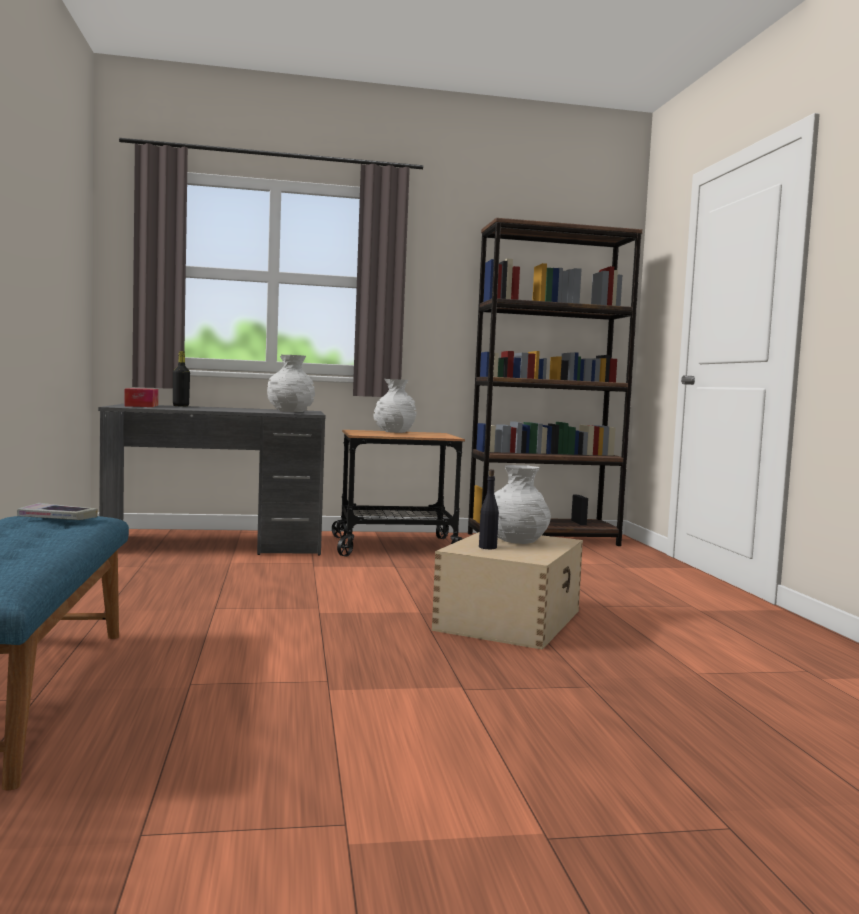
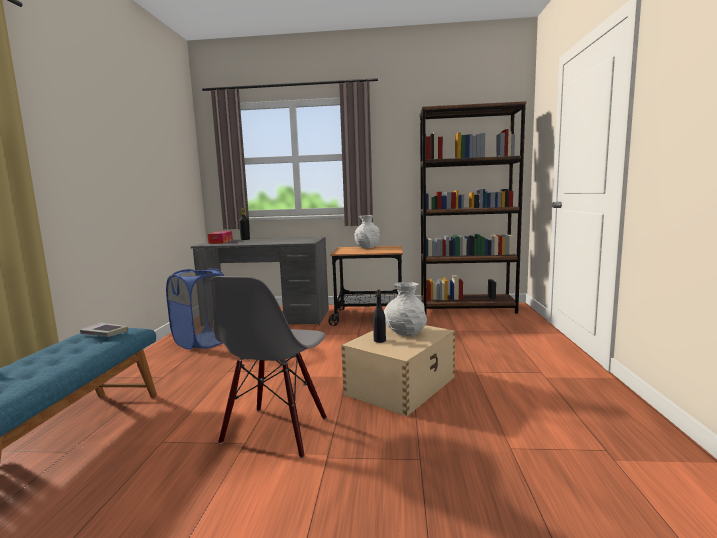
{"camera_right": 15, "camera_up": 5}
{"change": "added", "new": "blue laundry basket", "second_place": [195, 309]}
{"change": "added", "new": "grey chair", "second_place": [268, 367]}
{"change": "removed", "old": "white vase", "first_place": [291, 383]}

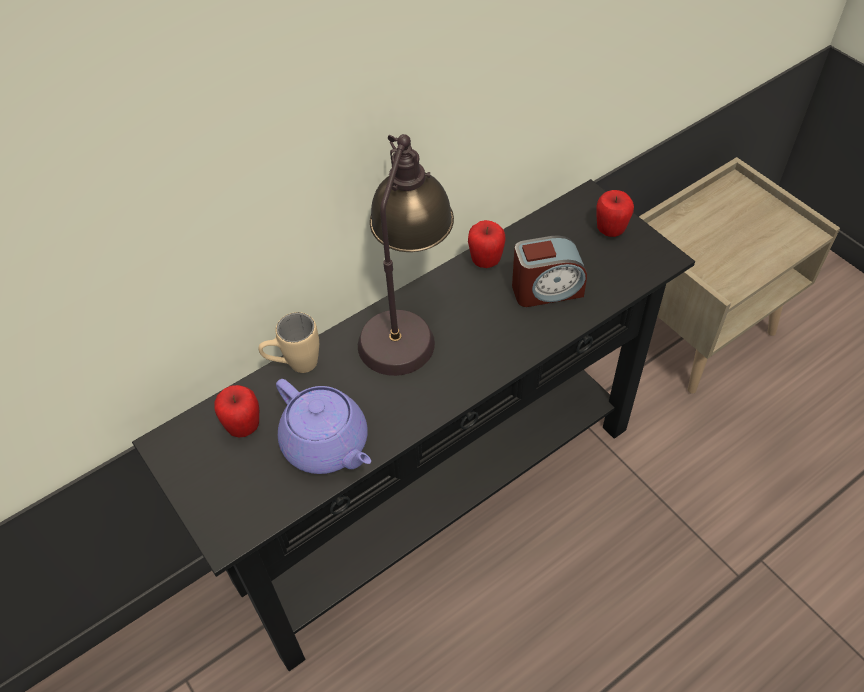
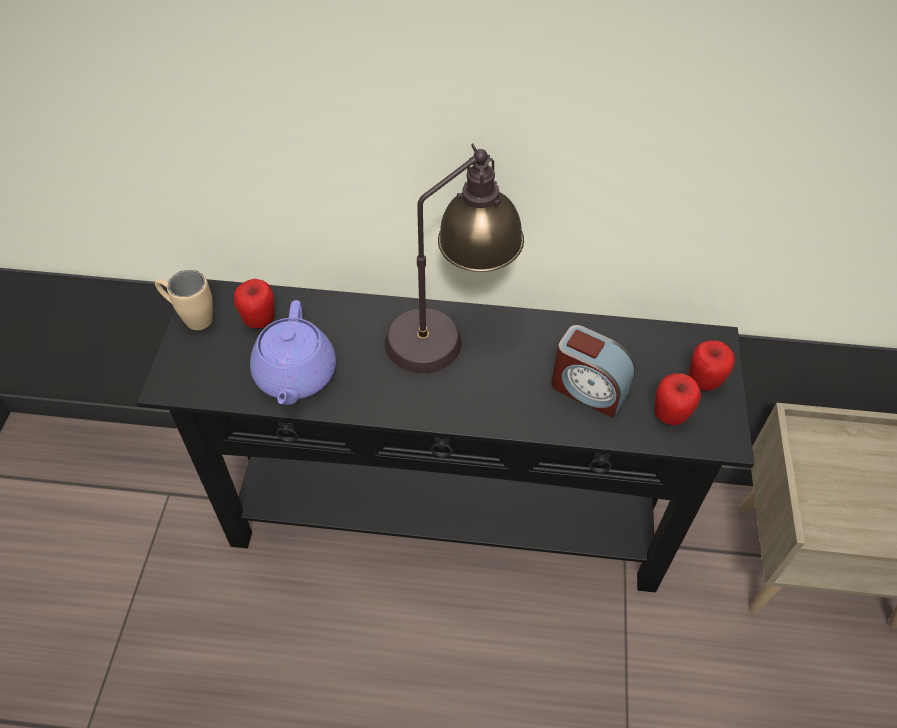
{"camera_right": 40, "camera_up": 0}
{"change": "moved", "old": "beige mug", "first_place": [288, 342], "second_place": [184, 300]}
{"change": "moved", "old": "apple", "first_place": [487, 244], "second_place": [677, 399]}

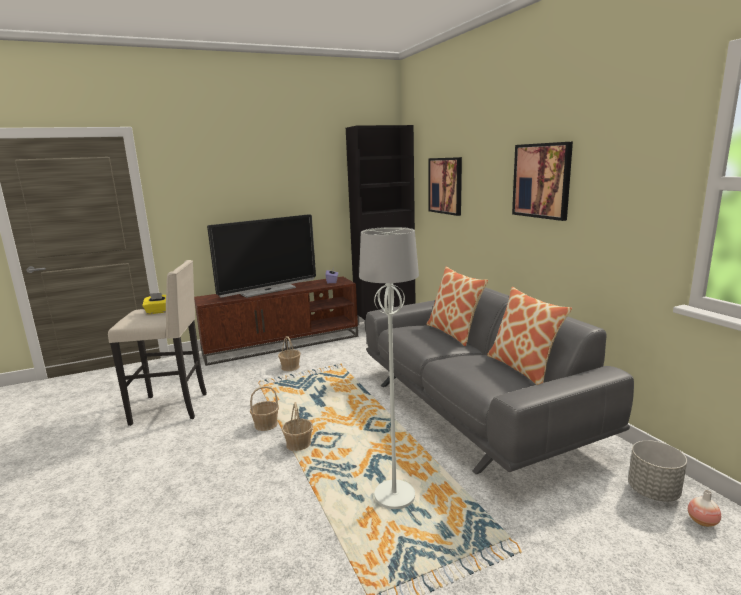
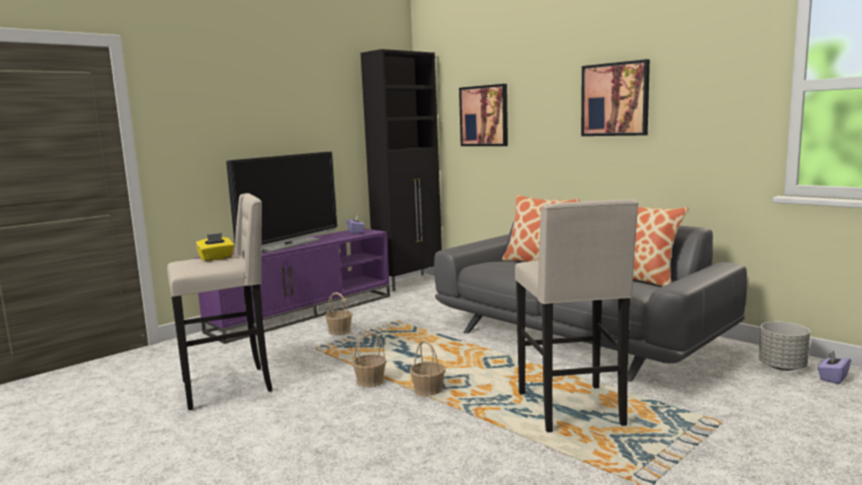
{"camera_right": -20, "camera_up": -5}
{"change": "recoloured", "old": "brown tv stand", "new": "purple tv stand", "first_place": [276, 321], "second_place": [292, 286]}
{"change": "replaced", "old": "white floor lamp", "new": "beige stool", "first_place": [389, 368], "second_place": [577, 316]}
{"change": "replaced", "old": "vase", "new": "purple tissue box", "first_place": [704, 508], "second_place": [834, 367]}

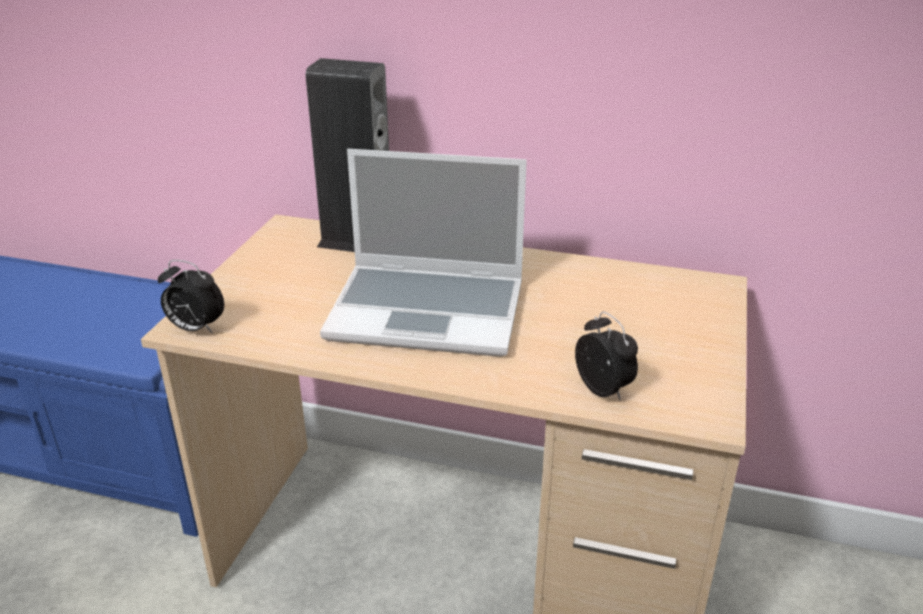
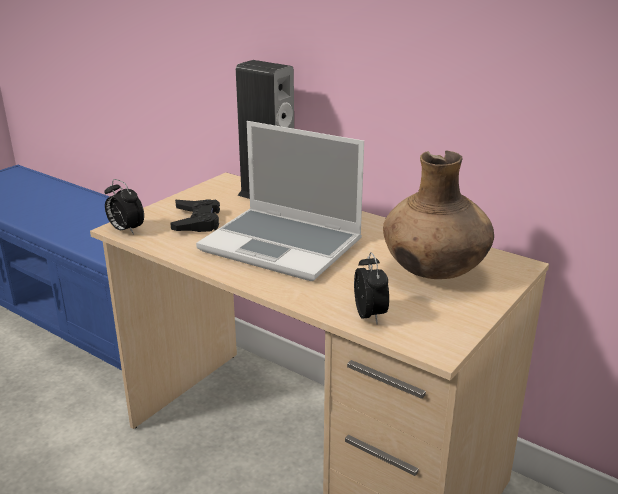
{"camera_right": 20, "camera_up": -5}
{"change": "added", "new": "black game controller", "second_place": [195, 215]}
{"change": "added", "new": "brown vase", "second_place": [438, 214]}

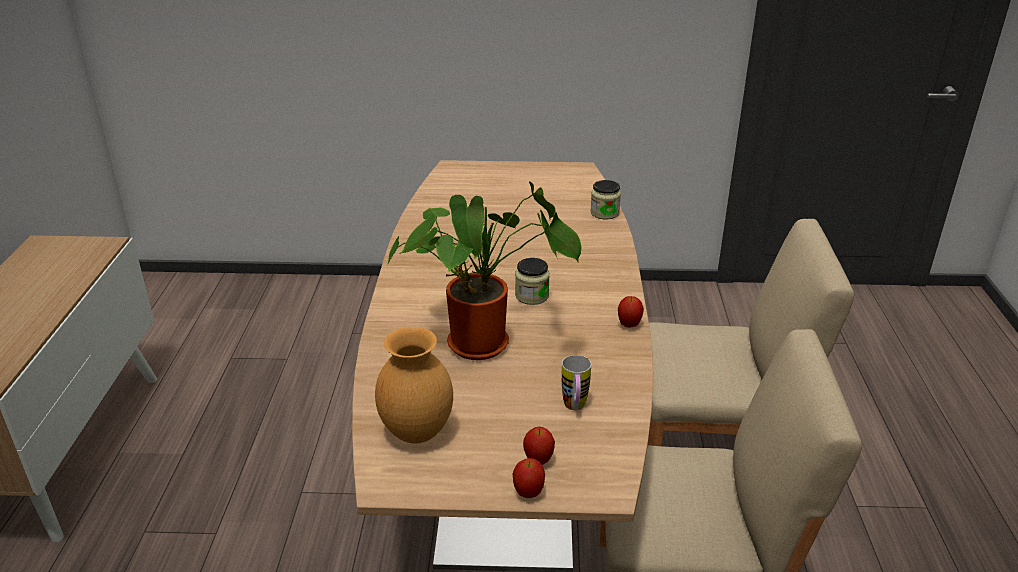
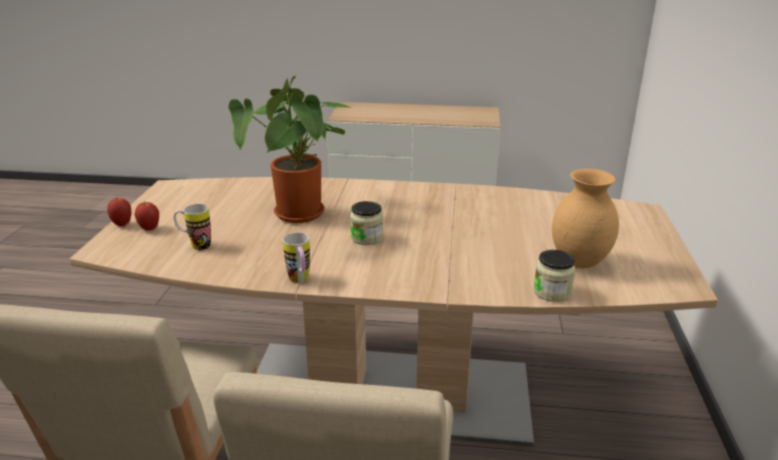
{"camera_right": 95, "camera_up": -5}
{"change": "replaced", "old": "apple", "new": "mug", "first_place": [631, 312], "second_place": [296, 258]}
{"change": "moved", "old": "brown vase", "first_place": [414, 385], "second_place": [585, 218]}

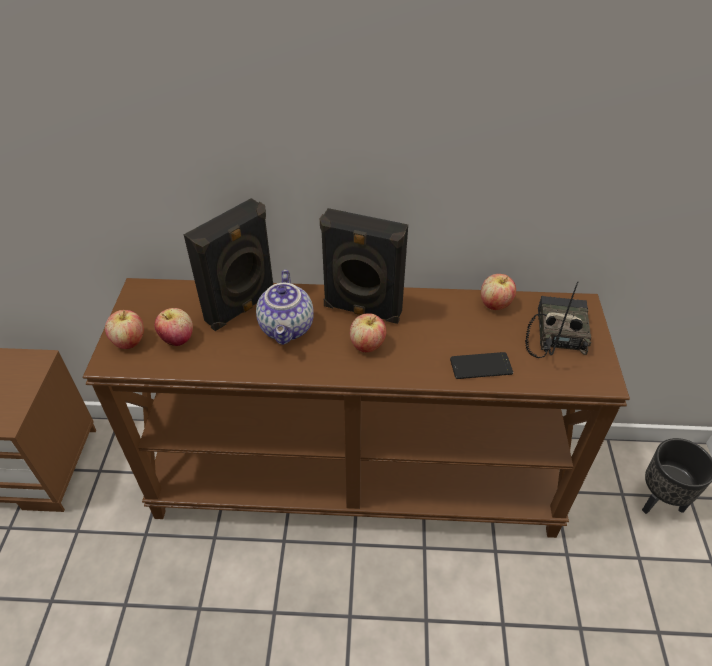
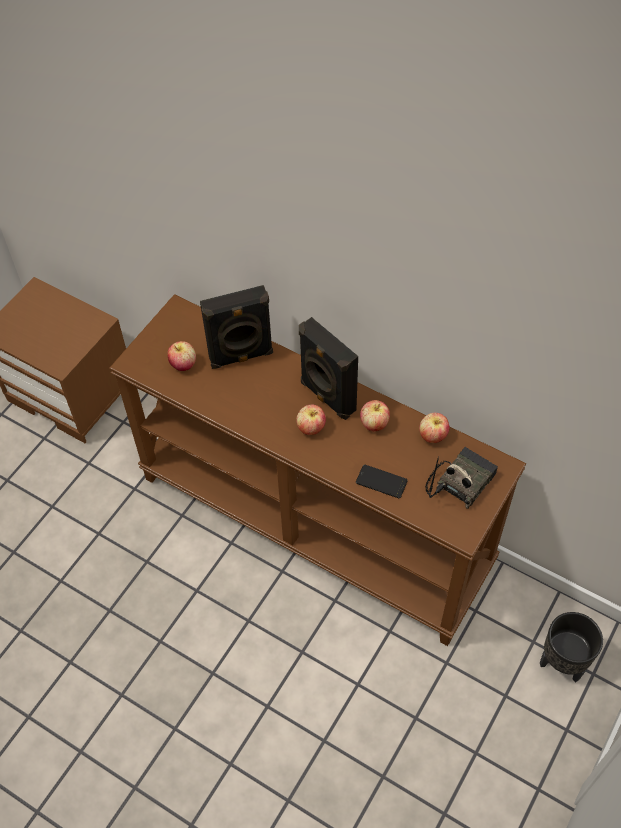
{"camera_right": 30, "camera_up": 10}
{"change": "moved", "old": "apple", "first_place": [124, 329], "second_place": [375, 415]}
{"change": "removed", "old": "teapot", "first_place": [285, 307]}

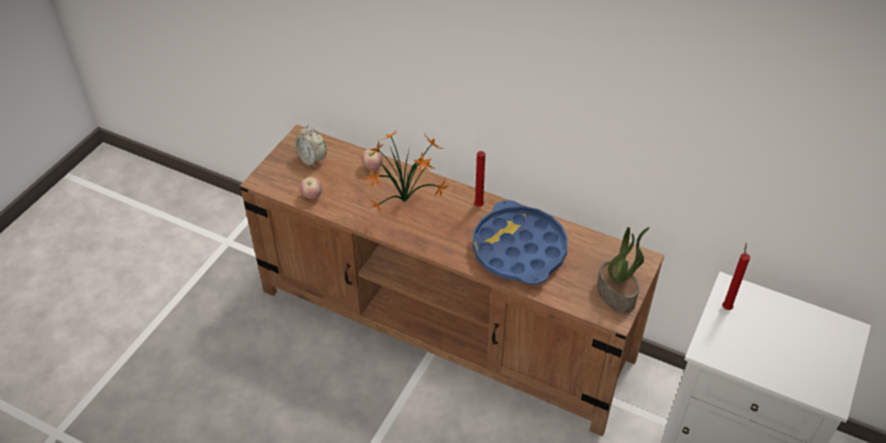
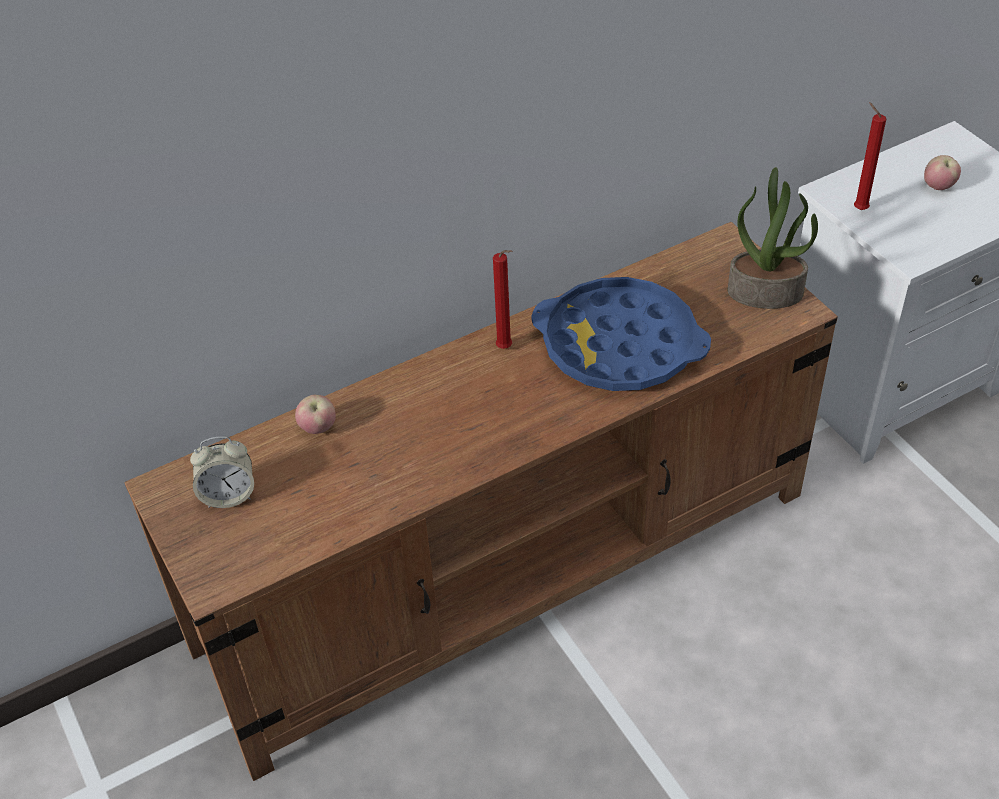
{"camera_right": -55, "camera_up": 0}
{"change": "moved", "old": "apple", "first_place": [311, 188], "second_place": [942, 172]}
{"change": "removed", "old": "potted plant", "first_place": [407, 172]}

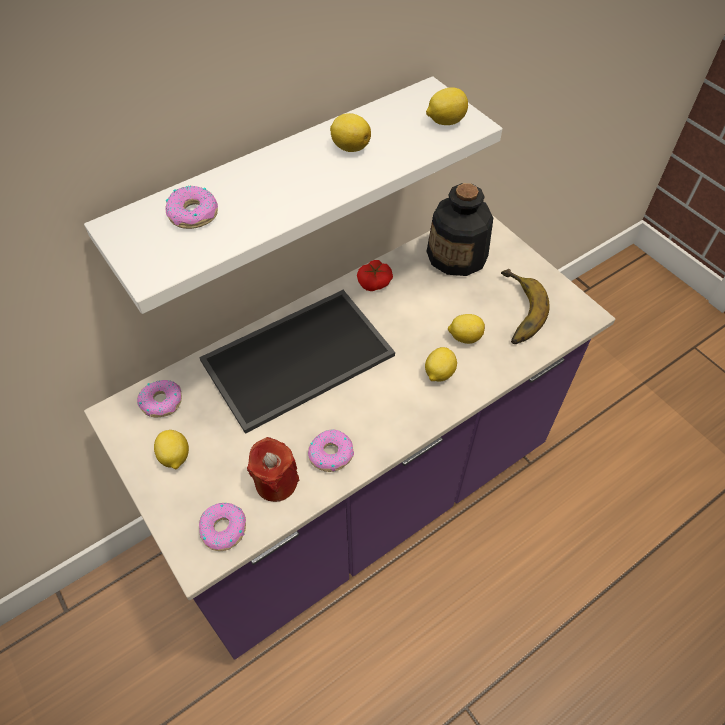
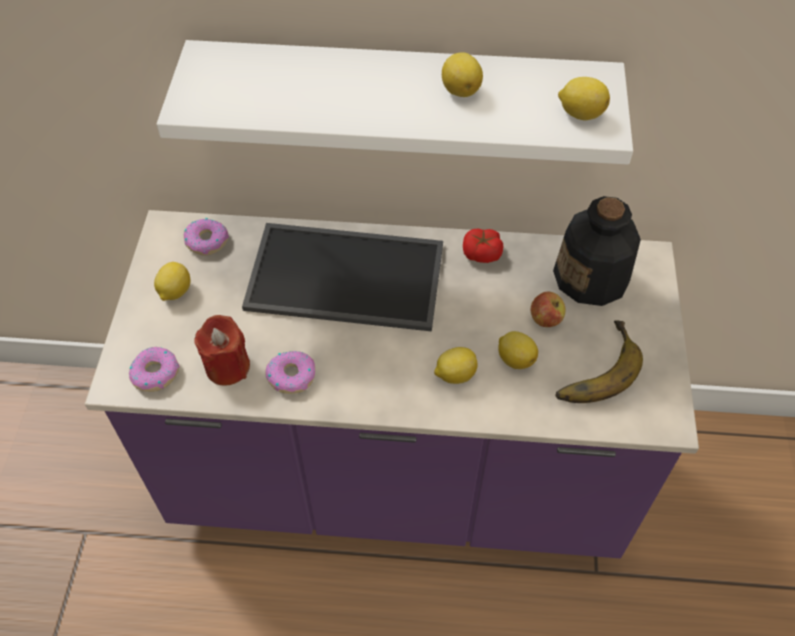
{"camera_right": 40, "camera_up": 0}
{"change": "added", "new": "apple", "second_place": [548, 309]}
{"change": "removed", "old": "donut", "first_place": [191, 207]}

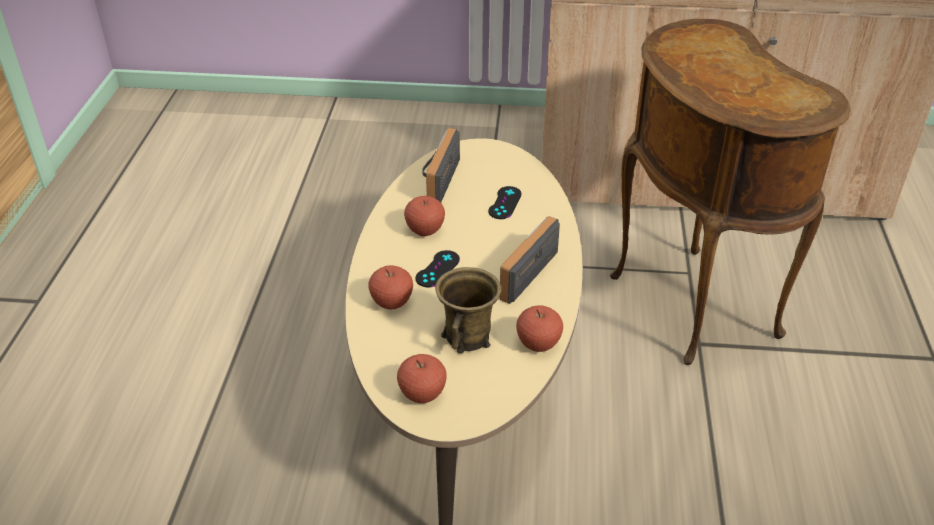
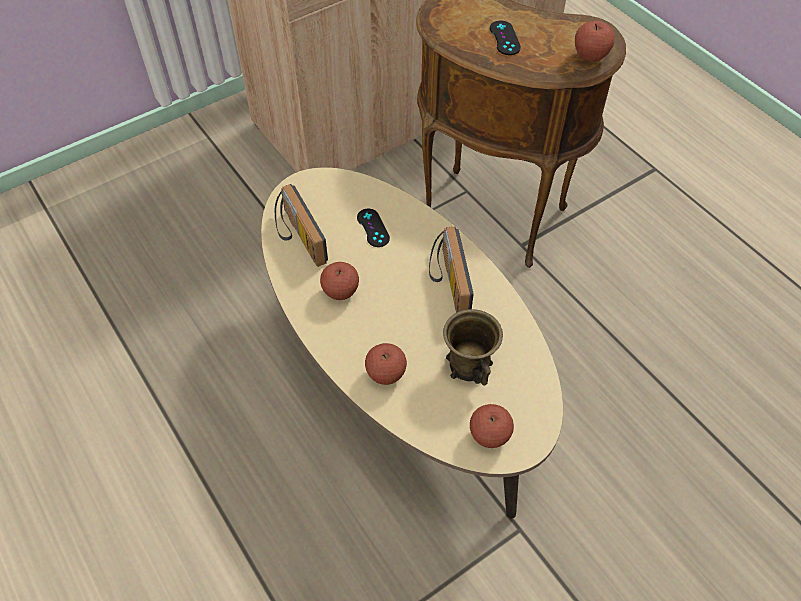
{"camera_right": -40, "camera_up": 15}
{"change": "moved", "old": "black game controller", "first_place": [438, 269], "second_place": [505, 38]}
{"change": "moved", "old": "apple", "first_place": [539, 328], "second_place": [595, 41]}

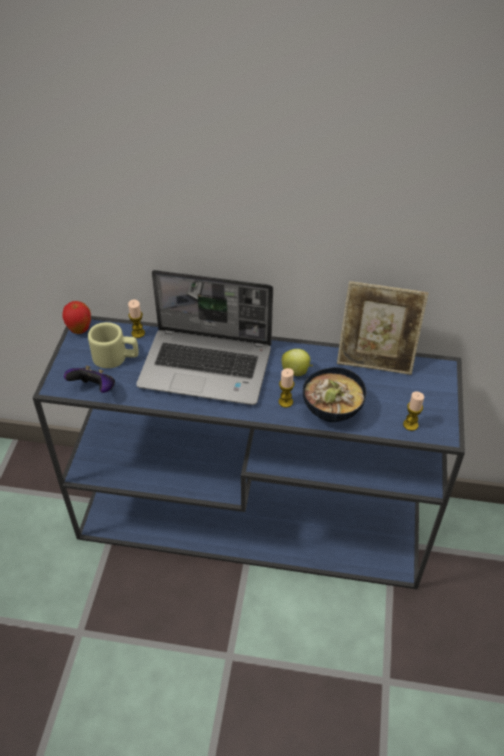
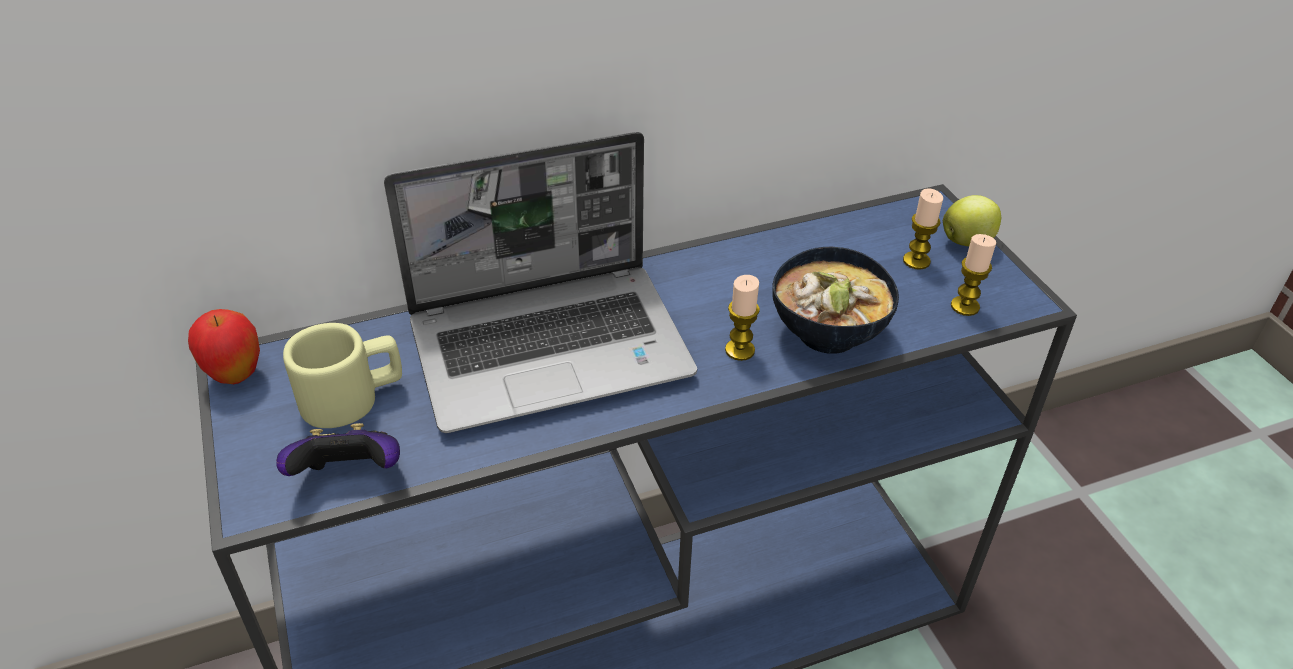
{"camera_right": -30, "camera_up": -5}
{"change": "moved", "old": "candle", "first_place": [136, 318], "second_place": [923, 229]}
{"change": "moved", "old": "apple", "first_place": [297, 362], "second_place": [972, 220]}
{"change": "removed", "old": "picture frame", "first_place": [383, 328]}

